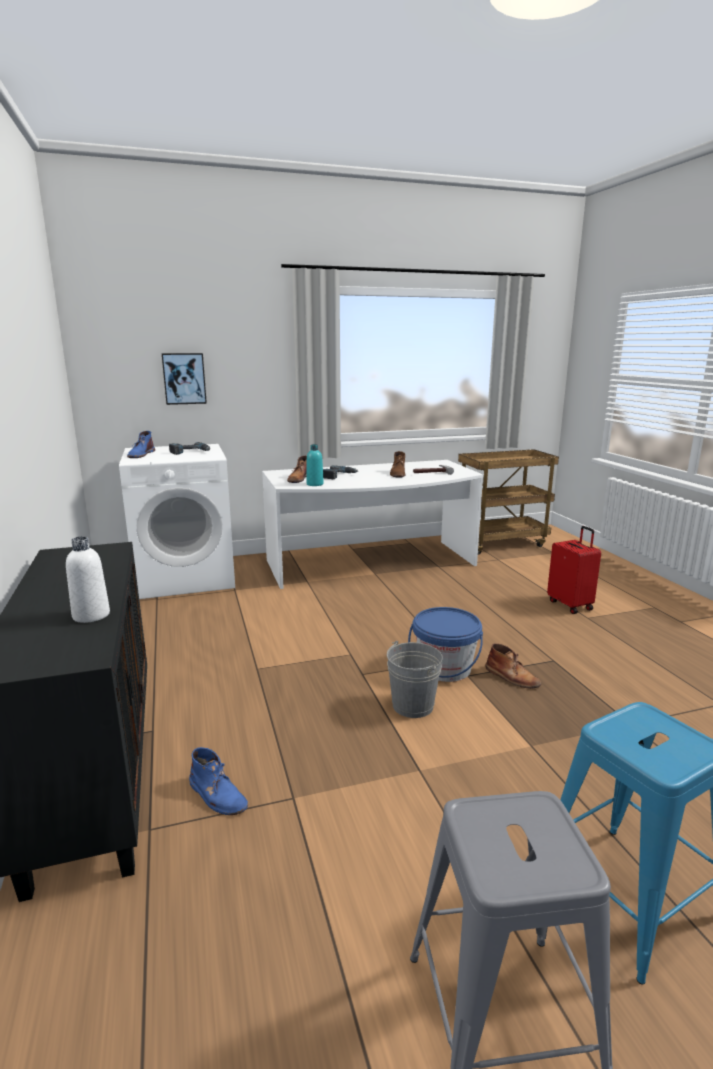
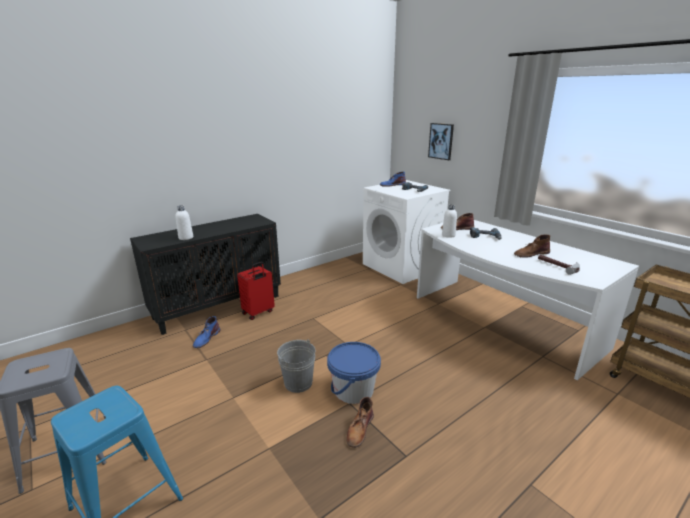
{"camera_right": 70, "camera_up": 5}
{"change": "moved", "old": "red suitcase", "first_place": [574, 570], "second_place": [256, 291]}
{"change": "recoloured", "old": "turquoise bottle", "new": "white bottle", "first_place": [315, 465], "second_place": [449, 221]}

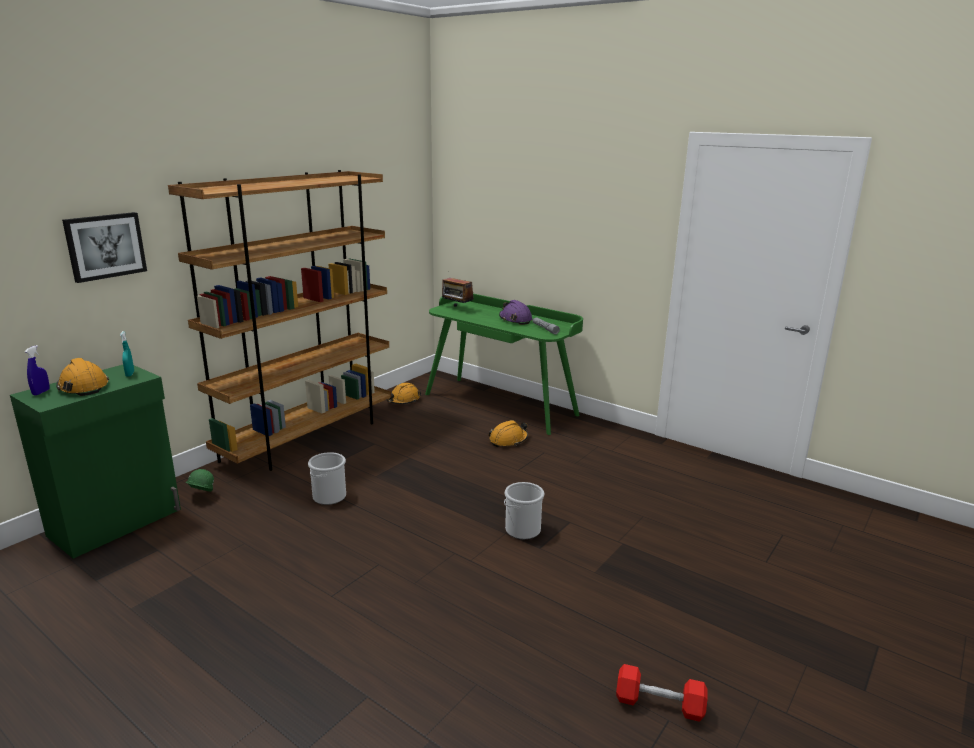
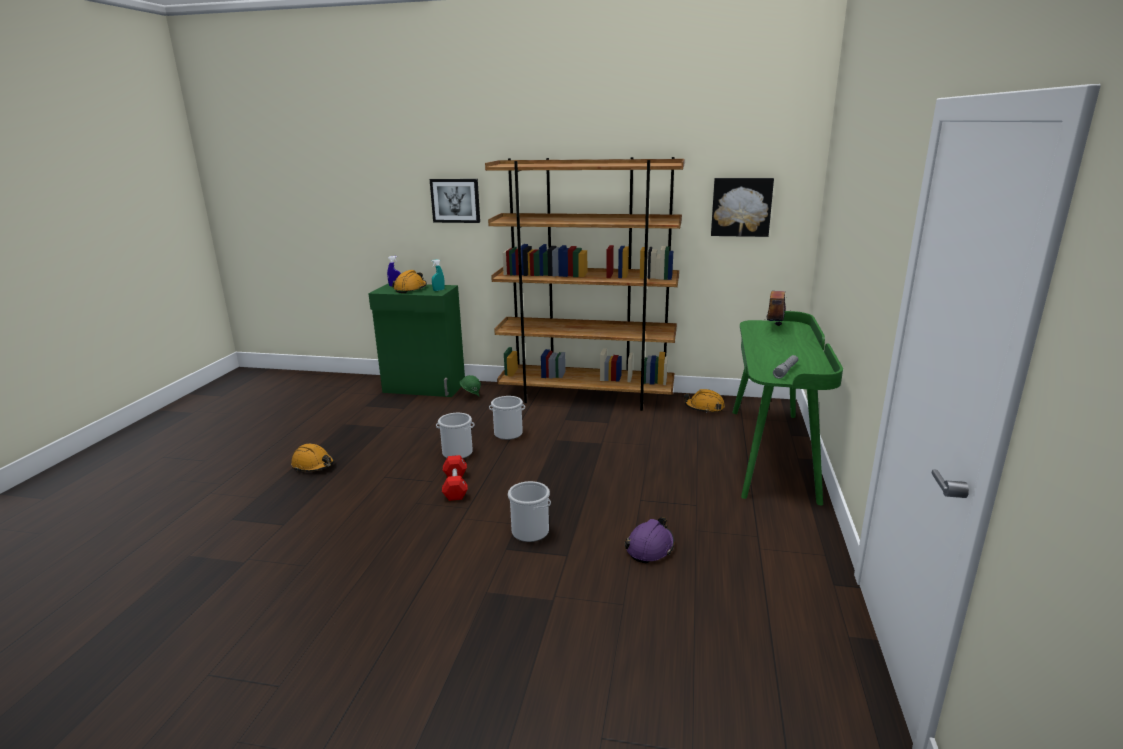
{"camera_right": 65, "camera_up": 0}
{"change": "moved", "old": "orange hard hat", "first_place": [508, 433], "second_place": [312, 458]}
{"change": "added", "new": "bucket", "second_place": [455, 435]}
{"change": "moved", "old": "red dumbbell", "first_place": [662, 693], "second_place": [455, 478]}
{"change": "moved", "old": "purple hard hat", "first_place": [515, 312], "second_place": [649, 540]}
{"change": "added", "new": "picture", "second_place": [742, 207]}

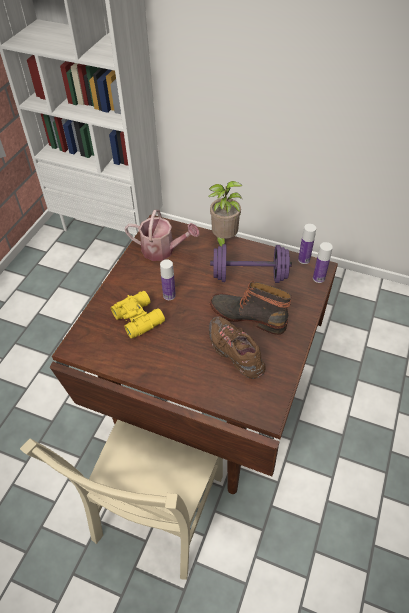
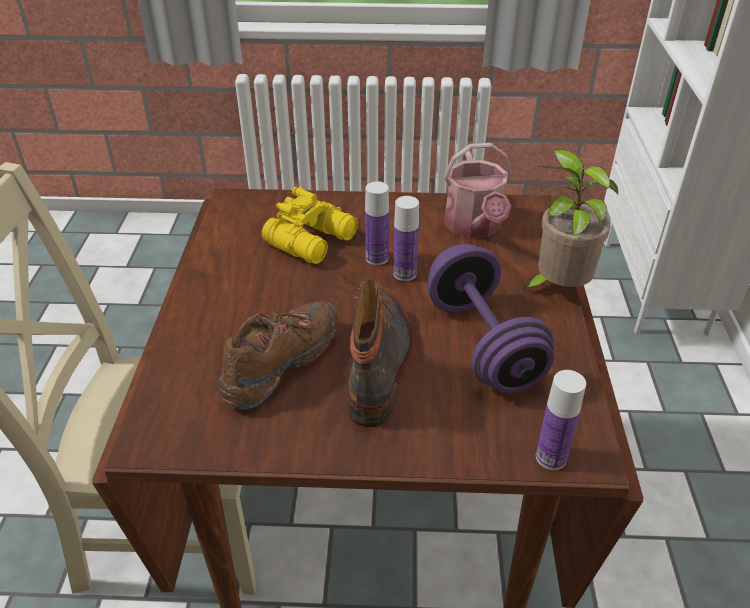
{"camera_right": 70, "camera_up": -10}
{"change": "moved", "old": "bottle", "first_place": [307, 244], "second_place": [406, 238]}

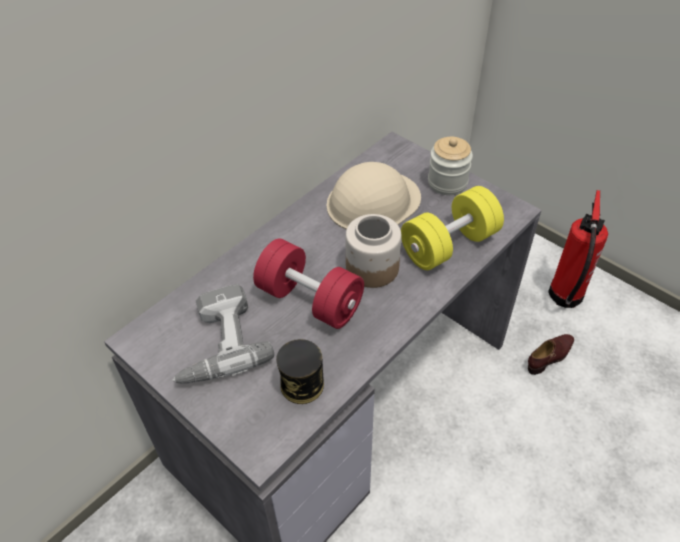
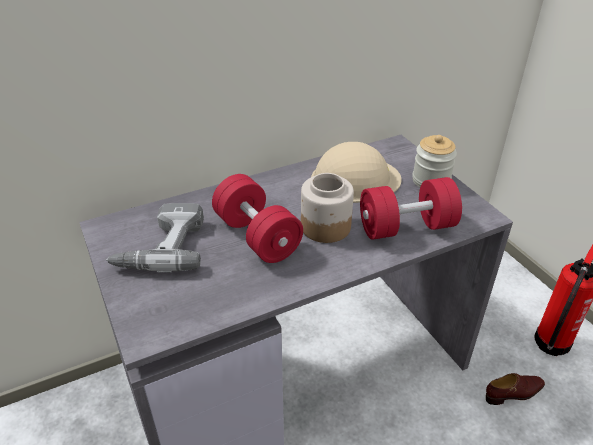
{"camera_right": 20, "camera_up": -10}
{"change": "recoloured", "old": "yellow dumbbell", "new": "red dumbbell", "first_place": [452, 228], "second_place": [411, 208]}
{"change": "removed", "old": "can", "first_place": [300, 371]}

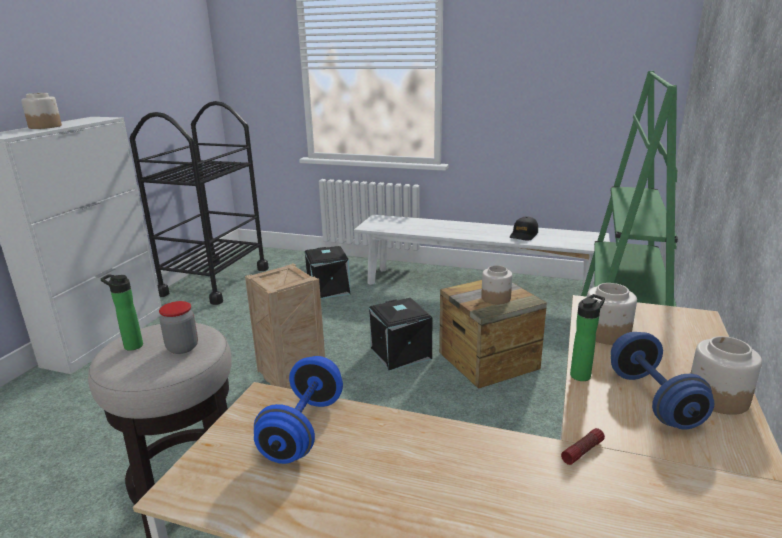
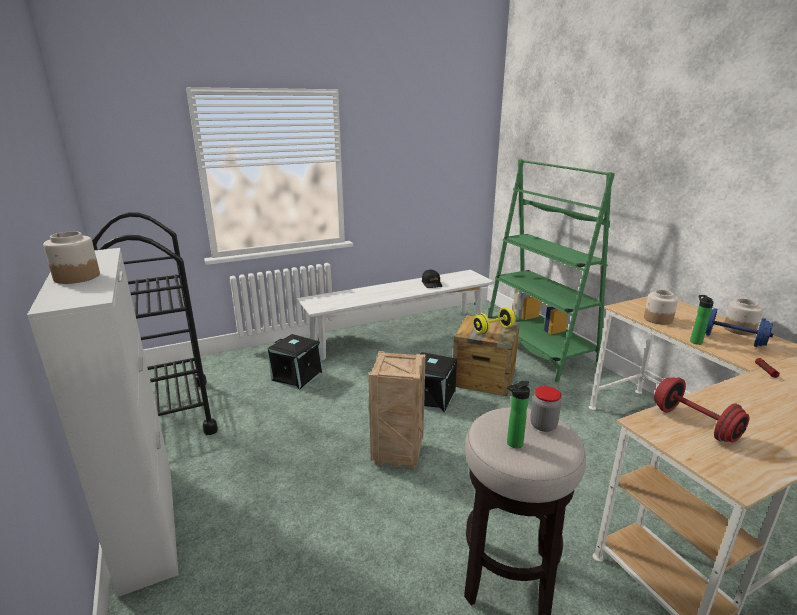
{"camera_right": -45, "camera_up": 0}
{"change": "replaced", "old": "jar", "new": "yellow dumbbell", "first_place": [496, 284], "second_place": [494, 320]}
{"change": "recoloured", "old": "blue dumbbell", "new": "red dumbbell", "first_place": [298, 410], "second_place": [701, 410]}

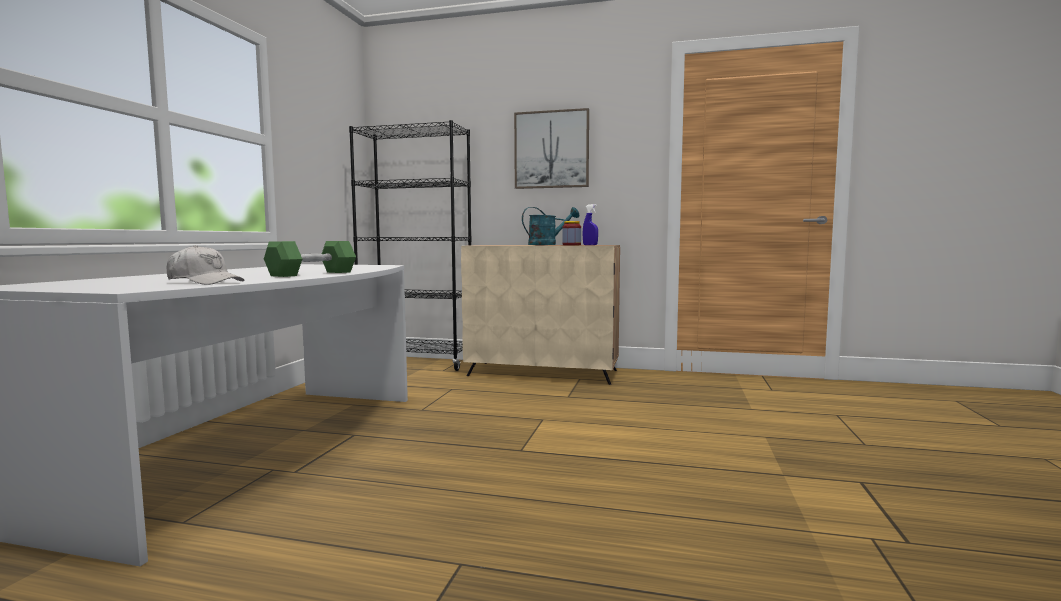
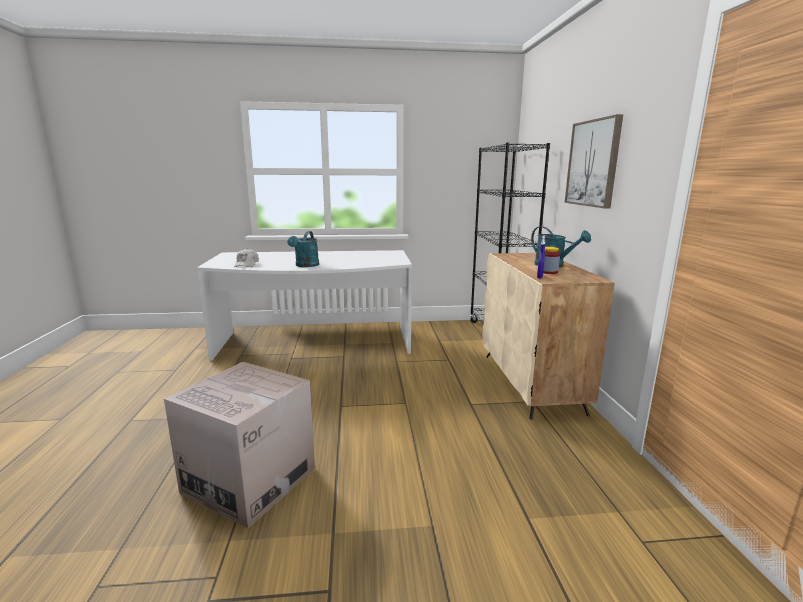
{"camera_right": 70, "camera_up": 10}
{"change": "added", "new": "cardboard box", "second_place": [239, 445]}
{"change": "replaced", "old": "green dumbbell", "new": "turquoise watering can", "first_place": [310, 259], "second_place": [303, 249]}

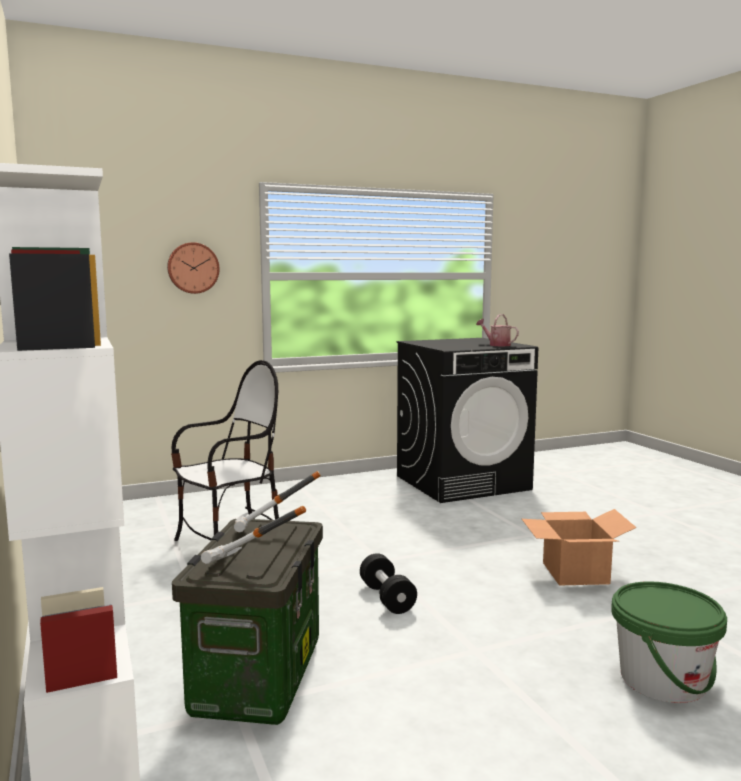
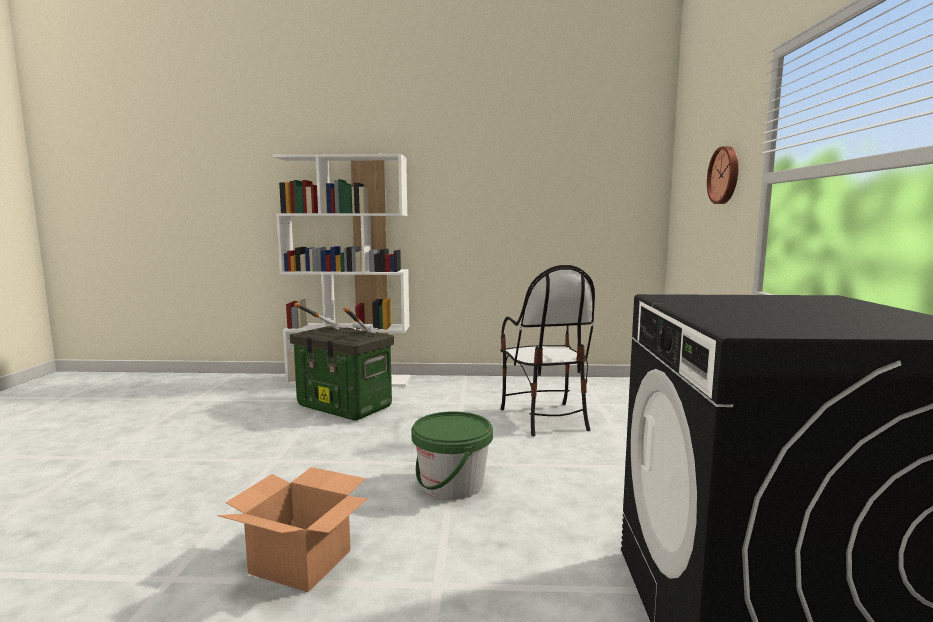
{"camera_right": 115, "camera_up": 0}
{"change": "moved", "old": "green bucket", "first_place": [669, 642], "second_place": [452, 455]}
{"change": "removed", "old": "black dumbbell", "first_place": [388, 583]}
{"change": "removed", "old": "watering can", "first_place": [497, 330]}

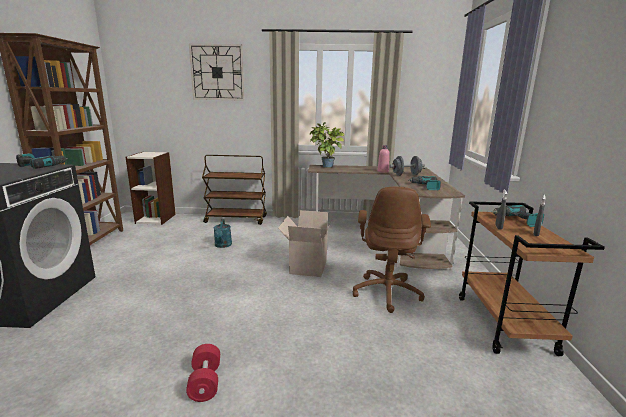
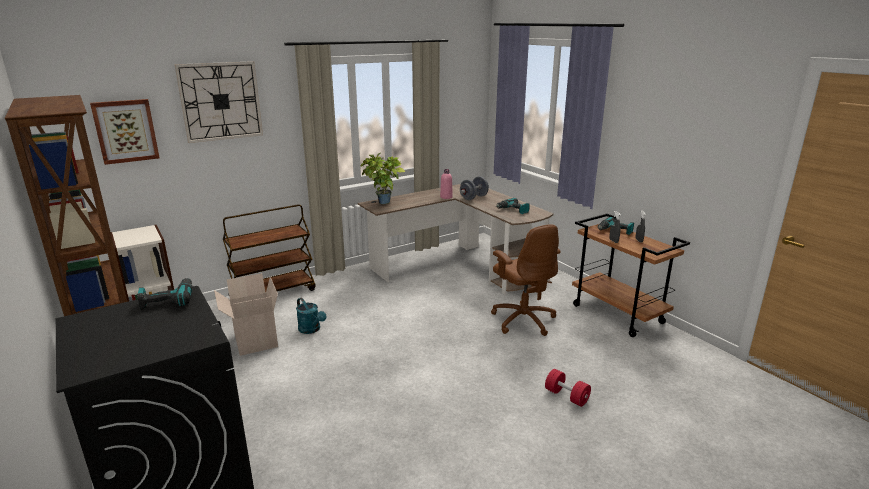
{"camera_right": -35, "camera_up": 5}
{"change": "added", "new": "picture", "second_place": [125, 132]}
{"change": "moved", "old": "cardboard box", "first_place": [305, 243], "second_place": [246, 314]}
{"change": "moved", "old": "red dumbbell", "first_place": [203, 373], "second_place": [568, 388]}

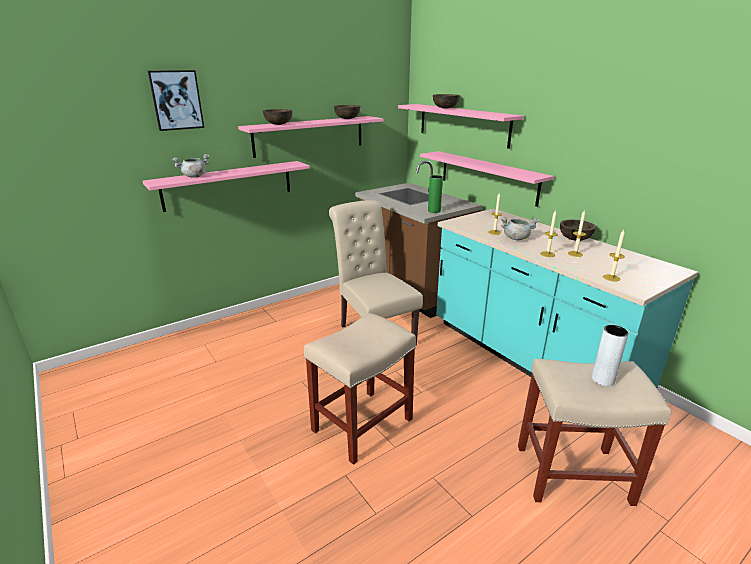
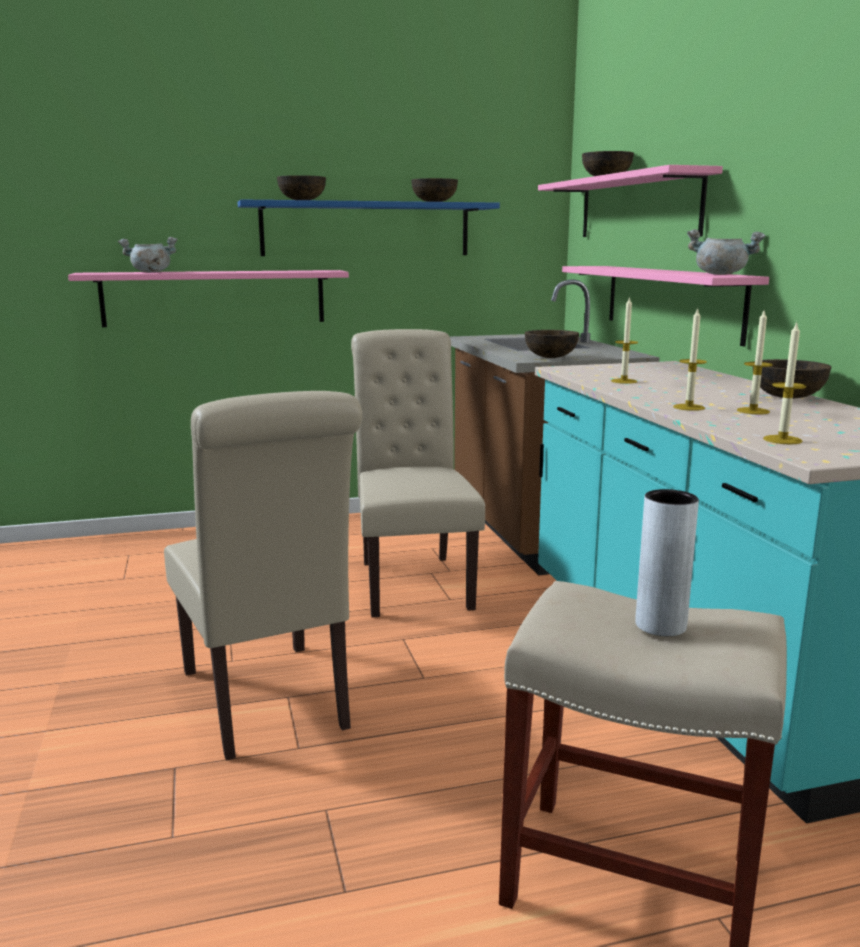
{"camera_right": 20, "camera_up": -10}
{"change": "replaced", "old": "beige stool", "new": "beige chair", "first_place": [360, 389], "second_place": [263, 575]}
{"change": "recoloured", "old": "pink shelf", "new": "blue shelf", "first_place": [310, 137], "second_place": [369, 227]}
{"change": "replaced", "old": "green vase", "new": "brown bowl", "first_place": [435, 194], "second_place": [552, 344]}
{"change": "moved", "old": "grey cooking pot", "first_place": [520, 228], "second_place": [726, 252]}
{"change": "removed", "old": "picture", "first_place": [176, 100]}

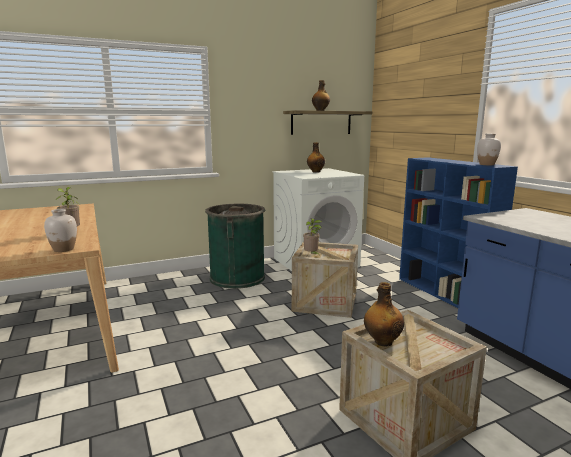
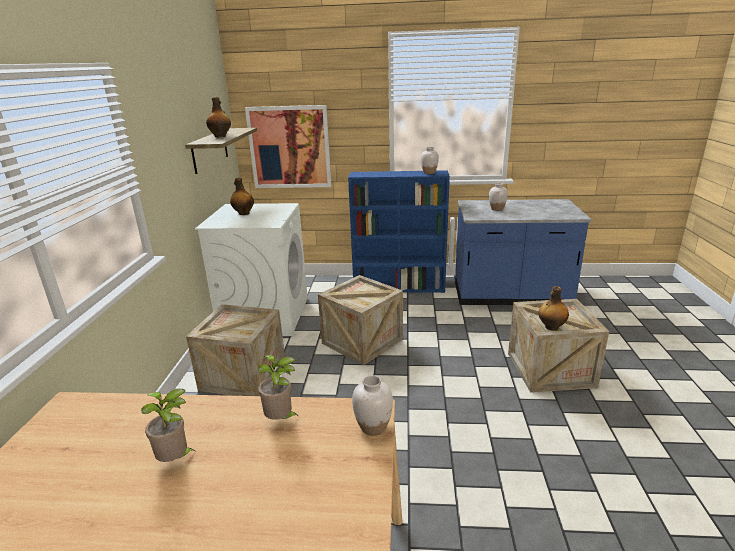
{"camera_right": -60, "camera_up": 10}
{"change": "moved", "old": "potted plant", "first_place": [312, 237], "second_place": [168, 425]}
{"change": "replaced", "old": "green trash can", "new": "crate", "first_place": [235, 246], "second_place": [235, 350]}
{"change": "added", "new": "picture", "second_place": [288, 146]}
{"change": "added", "new": "white vase", "second_place": [498, 197]}

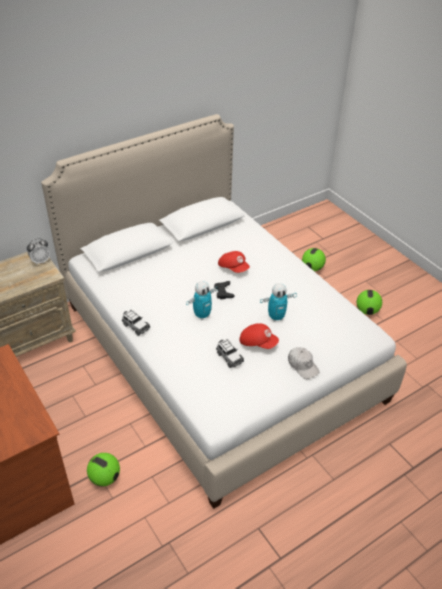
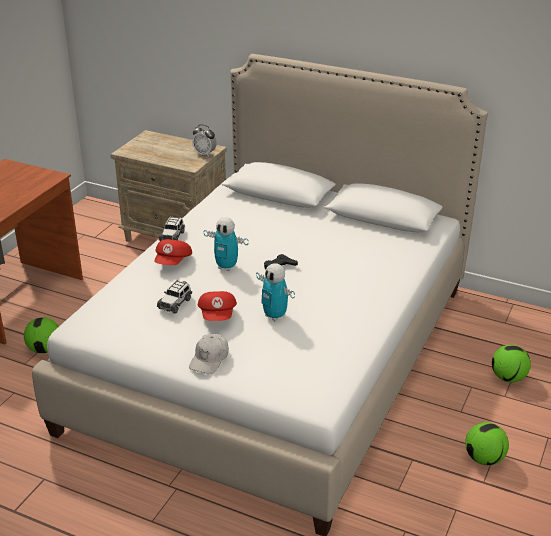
{"camera_right": 60, "camera_up": -10}
{"change": "moved", "old": "red cap", "first_place": [234, 262], "second_place": [173, 252]}

